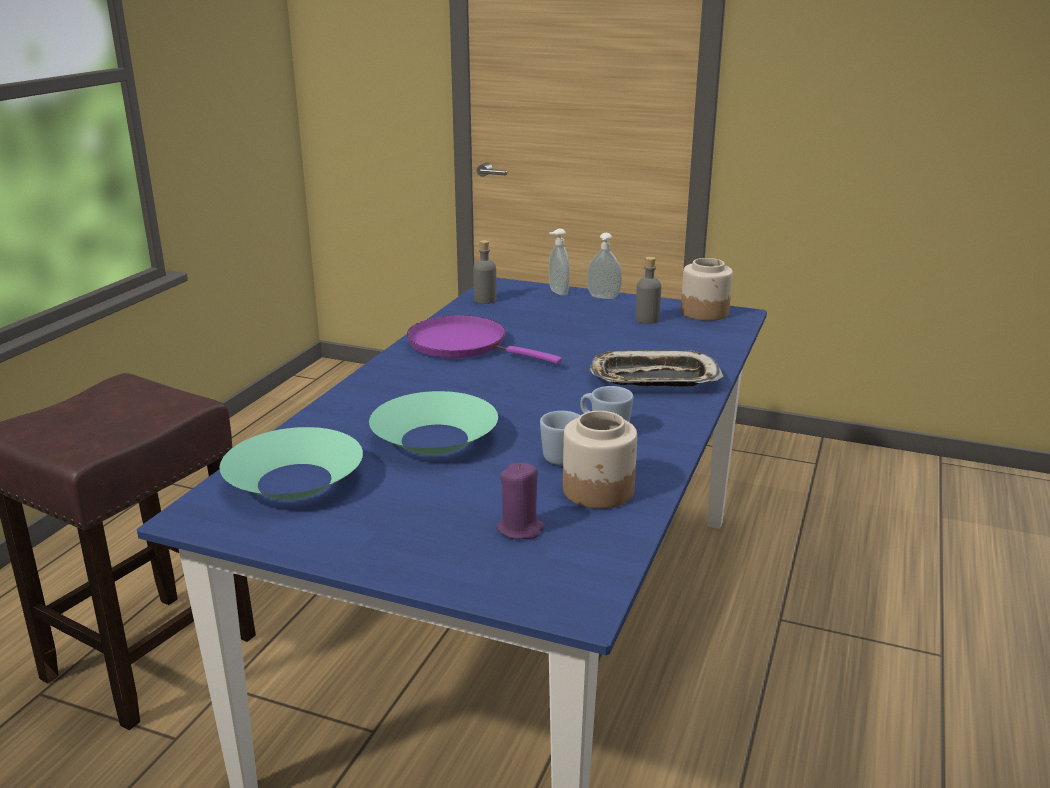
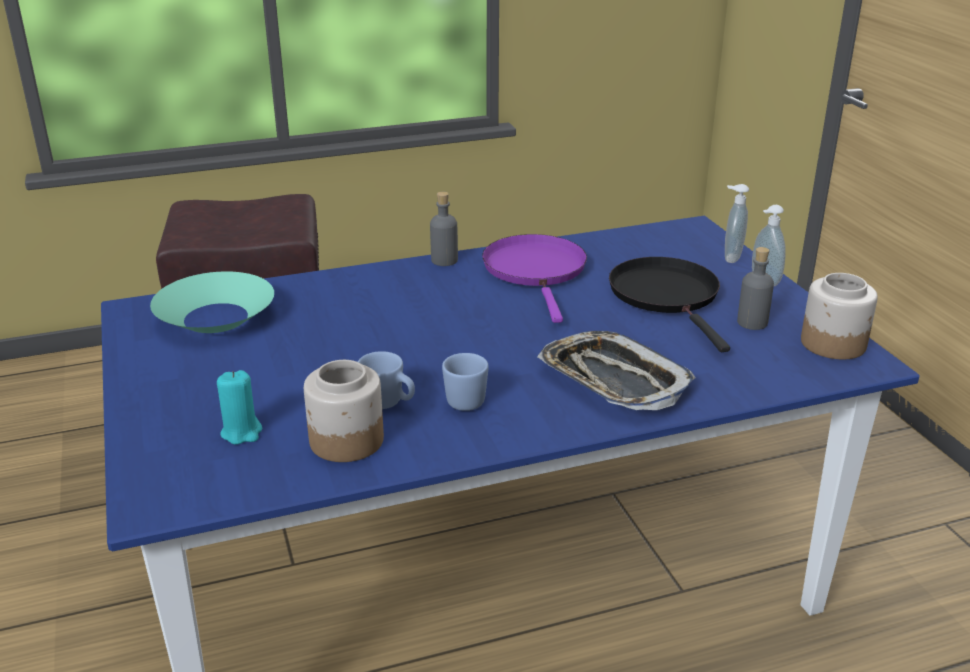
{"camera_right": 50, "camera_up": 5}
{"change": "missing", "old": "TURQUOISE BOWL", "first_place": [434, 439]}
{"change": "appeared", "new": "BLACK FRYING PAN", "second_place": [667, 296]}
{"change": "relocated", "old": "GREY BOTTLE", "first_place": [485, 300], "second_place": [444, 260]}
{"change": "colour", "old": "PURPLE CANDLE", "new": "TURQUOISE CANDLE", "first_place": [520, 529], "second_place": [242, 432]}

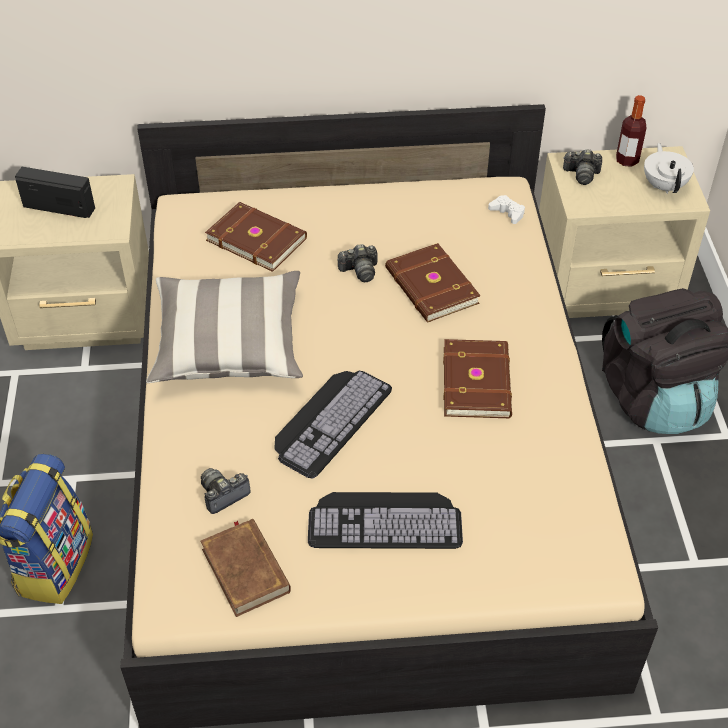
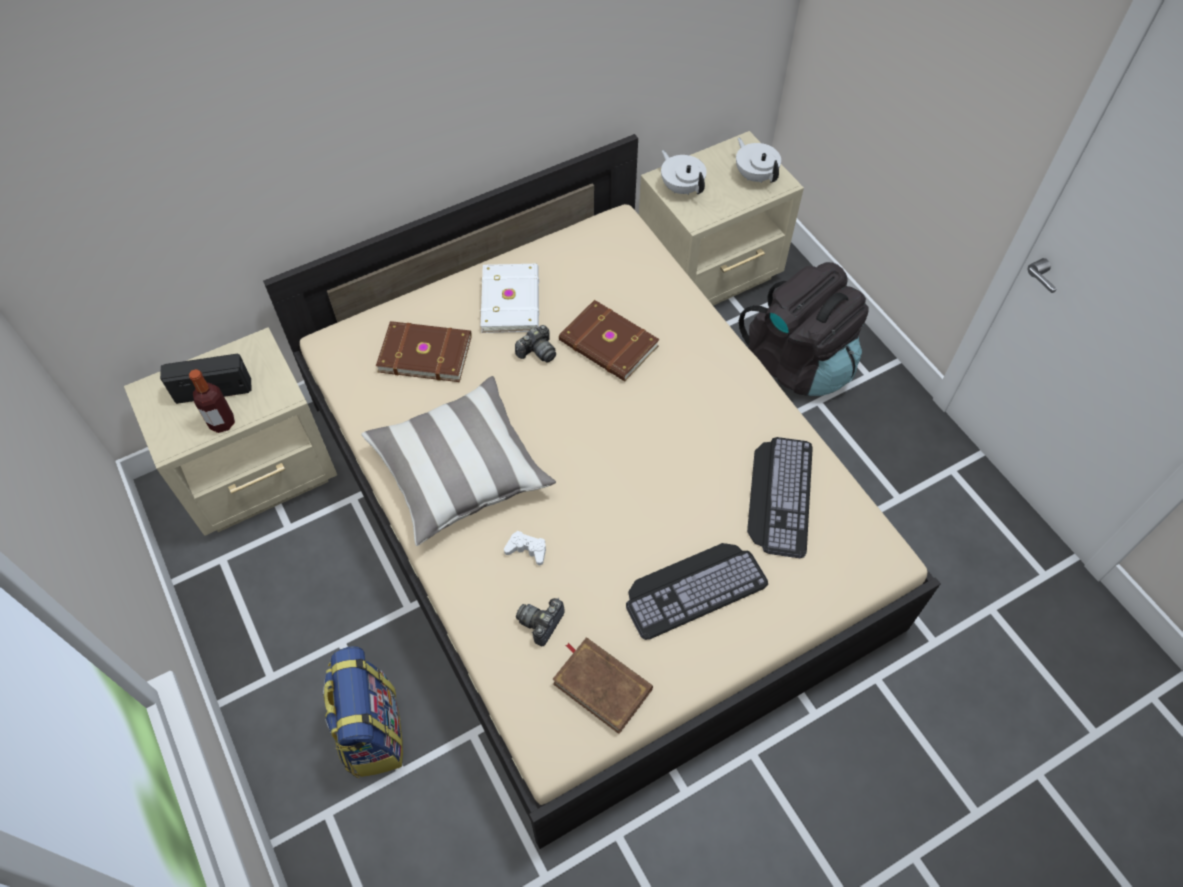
{"camera_right": -25, "camera_up": 10}
{"change": "missing", "old": "BROWN BOOK", "first_place": [478, 381]}
{"change": "appeared", "new": "WHITE BOOK", "second_place": [512, 300]}
{"change": "relocated", "old": "KEYBOARD", "first_place": [329, 418], "second_place": [778, 494]}
{"change": "relocated", "old": "WHITE GAME CONTROLLER", "first_place": [507, 213], "second_place": [527, 550]}
{"change": "relocated", "old": "BOTTLE", "first_place": [627, 160], "second_place": [222, 423]}
{"change": "exchanged", "old": "PHOTO CAMERA", "new": "WHITE TEAPOT", "first_place": [581, 174], "second_place": [681, 187]}

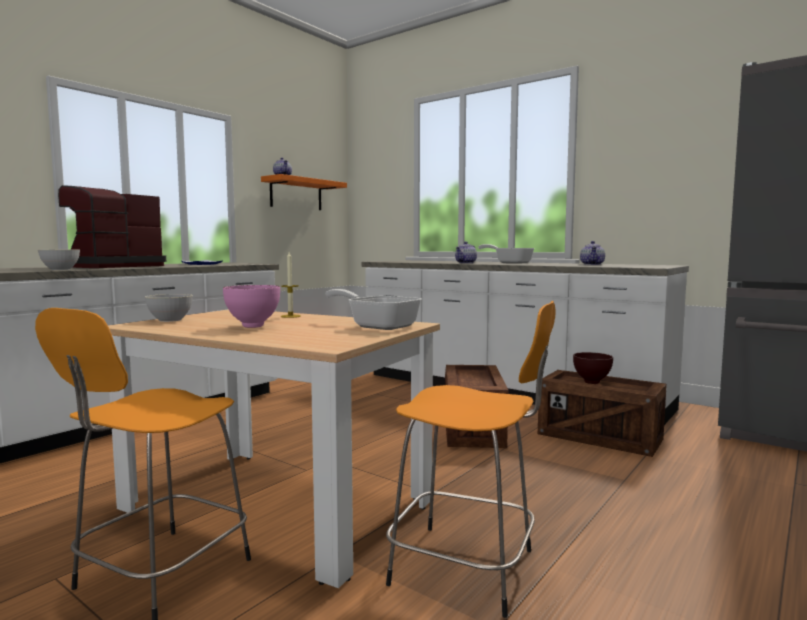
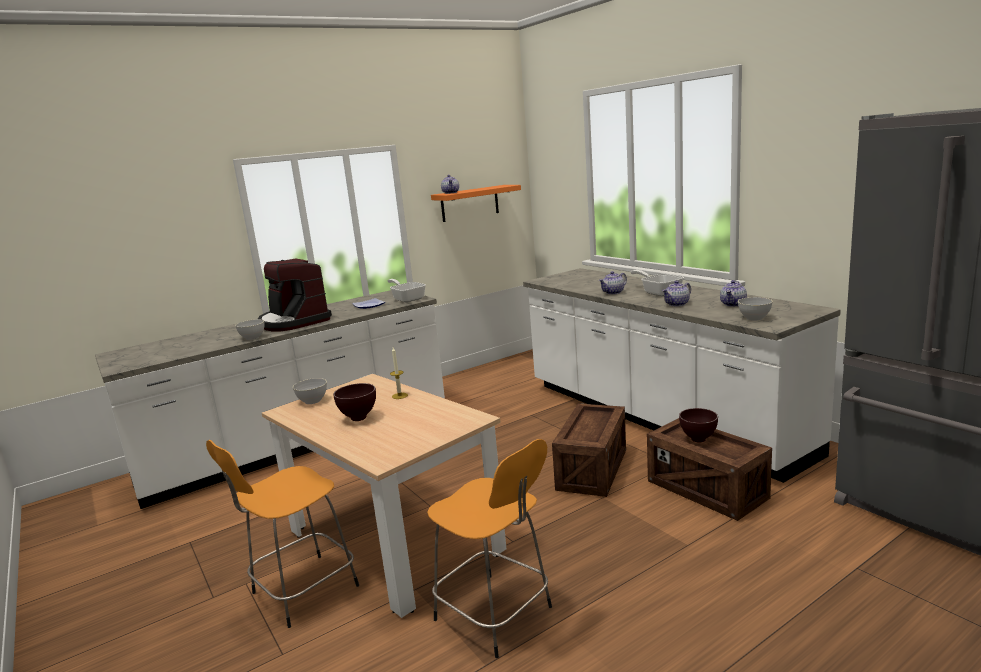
{"camera_right": 20, "camera_up": 10}
{"change": "appeared", "new": "TEAPOT", "second_place": [677, 304]}
{"change": "appeared", "new": "GREY BOWL", "second_place": [754, 318]}
{"change": "relocated", "old": "FRYING PAN", "first_place": [378, 326], "second_place": [407, 299]}
{"change": "colour", "old": "PINK BOWL", "new": "BROWN BOWL", "first_place": [252, 327], "second_place": [358, 419]}
{"change": "spun", "old": "COFFEE MACHINE", "first_place": [111, 266], "second_place": [294, 322], "degrees": -90}

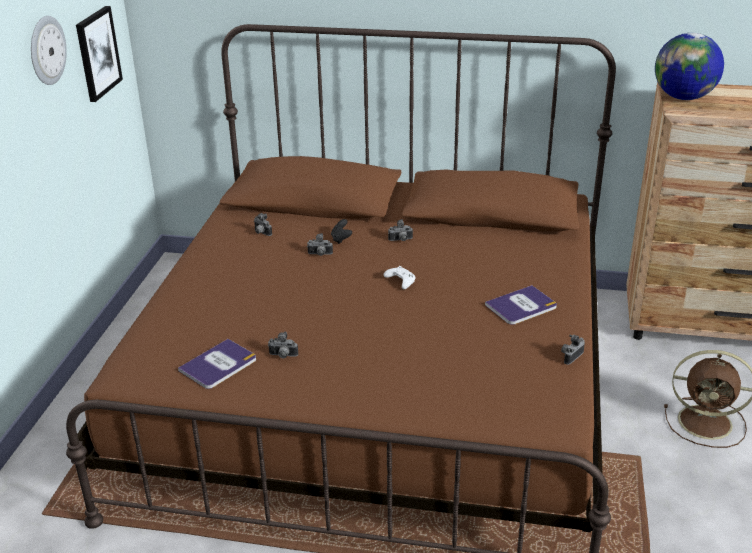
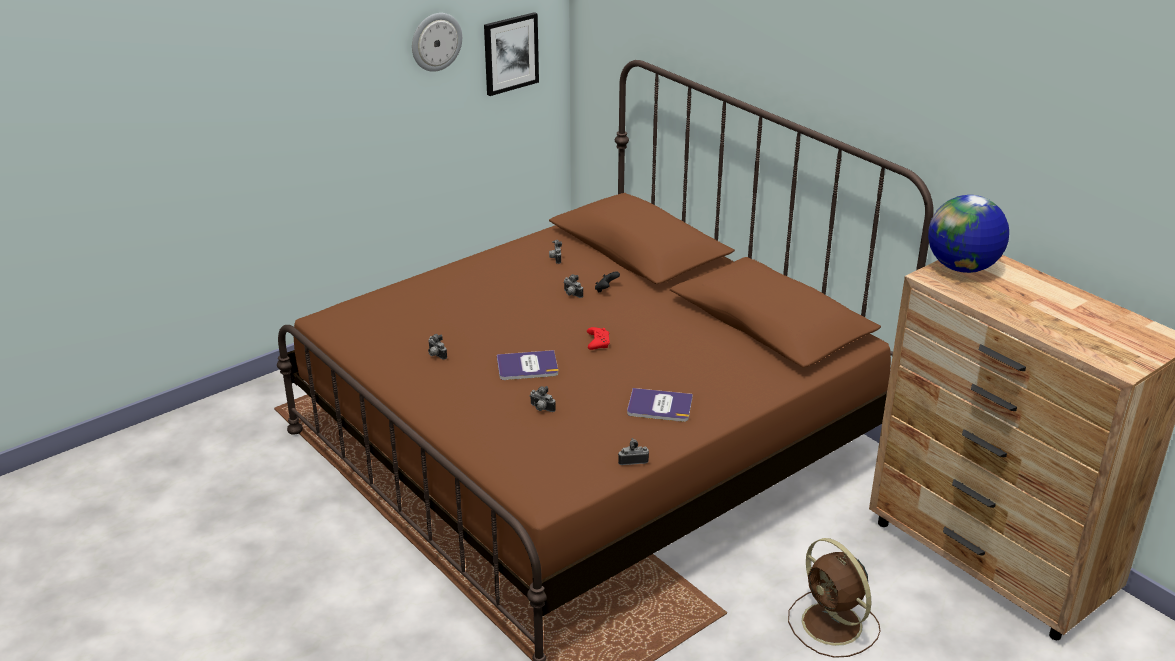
{"camera_right": 40, "camera_up": 0}
{"change": "relocated", "old": "BOOK", "first_place": [218, 365], "second_place": [527, 366]}
{"change": "relocated", "old": "PHOTO CAMERA", "first_place": [400, 240], "second_place": [541, 409]}
{"change": "colour", "old": "WHITE GAME CONTROLLER", "new": "RED GAME CONTROLLER", "first_place": [400, 282], "second_place": [597, 343]}

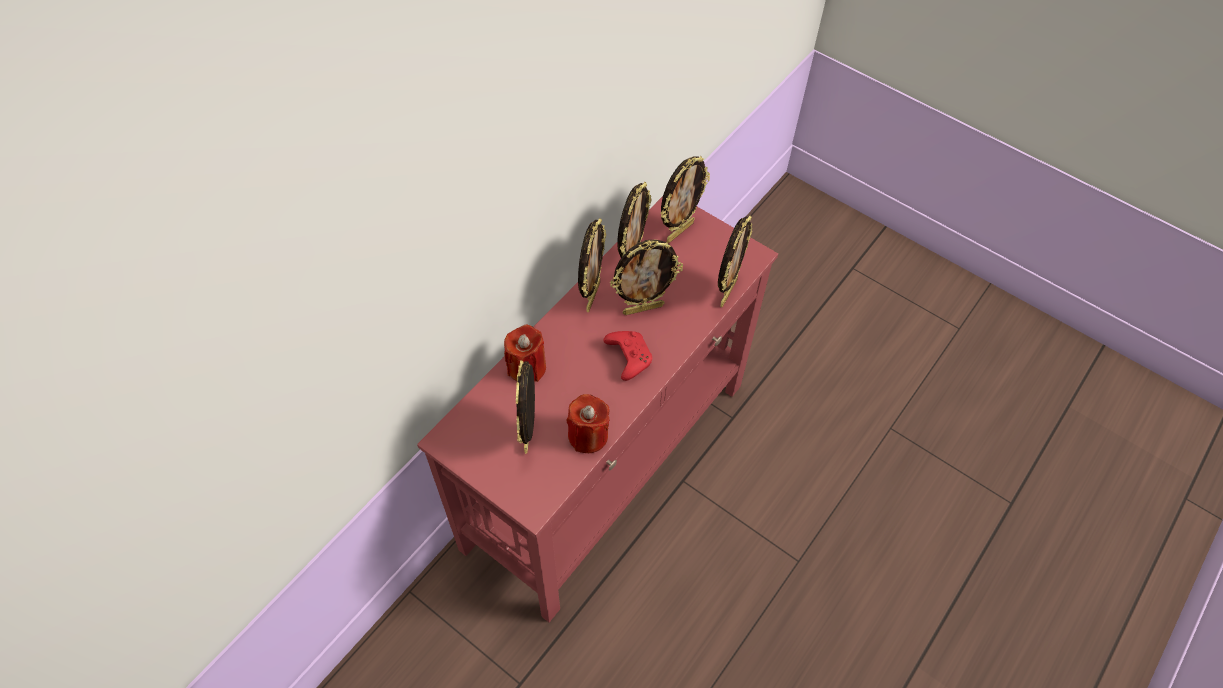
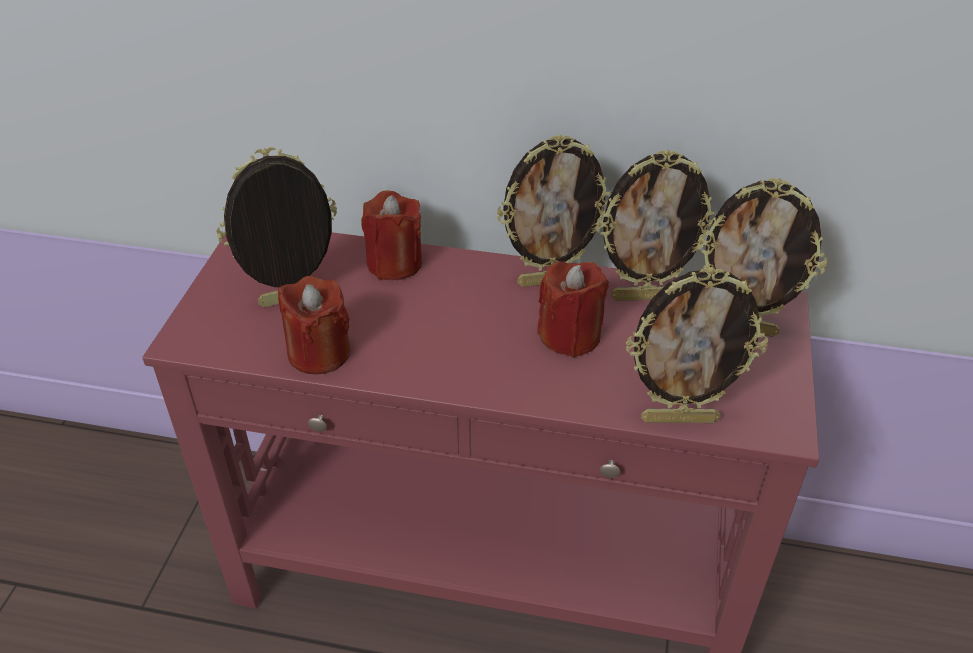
{"camera_right": 65, "camera_up": -15}
{"change": "missing", "old": "RED GAME CONTROLLER", "first_place": [628, 357]}
{"change": "exchanged", "old": "PICTURE FRAME", "new": "RED CANDLE", "first_place": [643, 308], "second_place": [570, 336]}

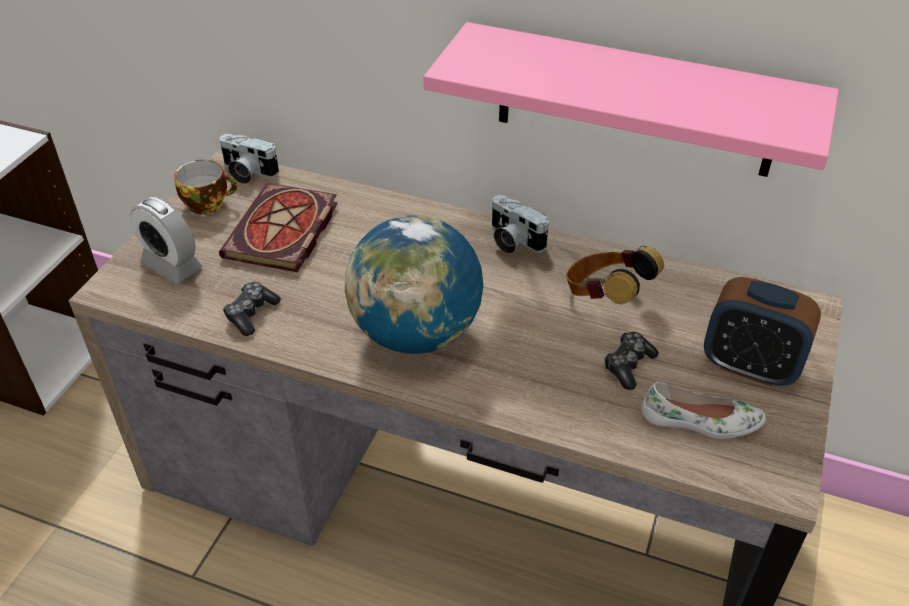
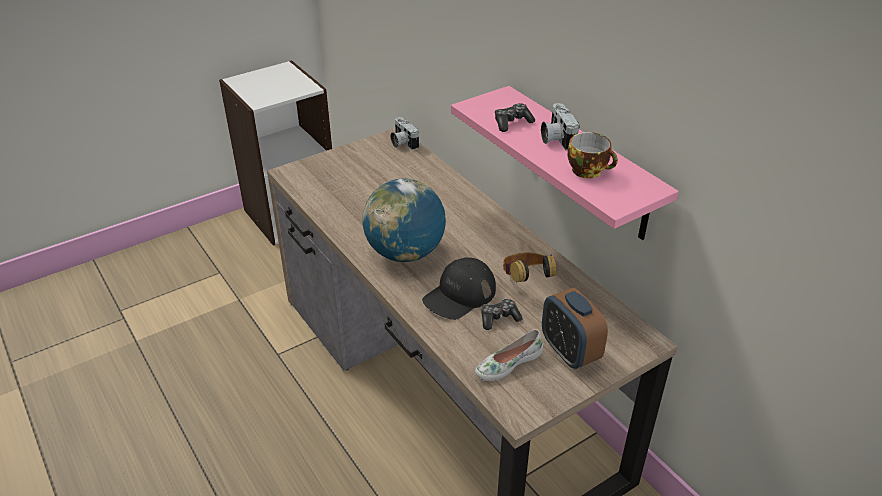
{"camera_right": 35, "camera_up": -5}
{"change": "missing", "old": "ALARM CLOCK", "first_place": [171, 266]}
{"change": "missing", "old": "BOOK", "first_place": [282, 233]}
{"change": "appeared", "new": "BLACK CAP", "second_place": [459, 295]}
{"change": "relocated", "old": "CUP", "first_place": [208, 203], "second_place": [589, 171]}
{"change": "relocated", "old": "GAME CONTROLLER", "first_place": [251, 314], "second_place": [512, 123]}
{"change": "relocated", "old": "PHOTO CAMERA", "first_place": [512, 240], "second_place": [556, 139]}
{"change": "spun", "old": "WHITE SHOE", "first_place": [701, 421], "second_place": [508, 363], "degrees": 105}

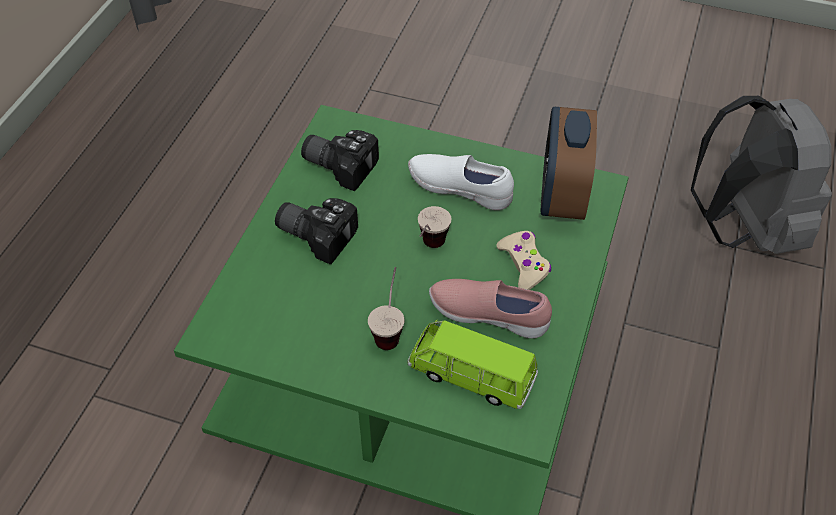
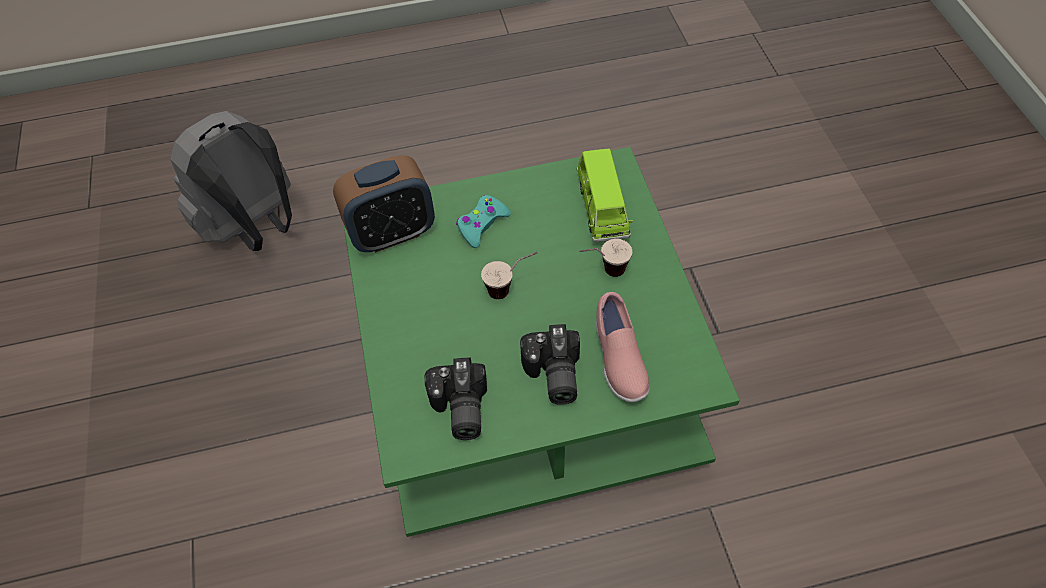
{"camera_right": -120, "camera_up": 5}
{"change": "missing", "old": "WHITE SHOE", "first_place": [460, 189]}
{"change": "relocated", "old": "PINK SHOE", "first_place": [488, 315], "second_place": [618, 359]}
{"change": "colour", "old": "BEIGE GAME CONTROLLER", "new": "TURQUOISE GAME CONTROLLER", "first_place": [524, 265], "second_place": [482, 225]}

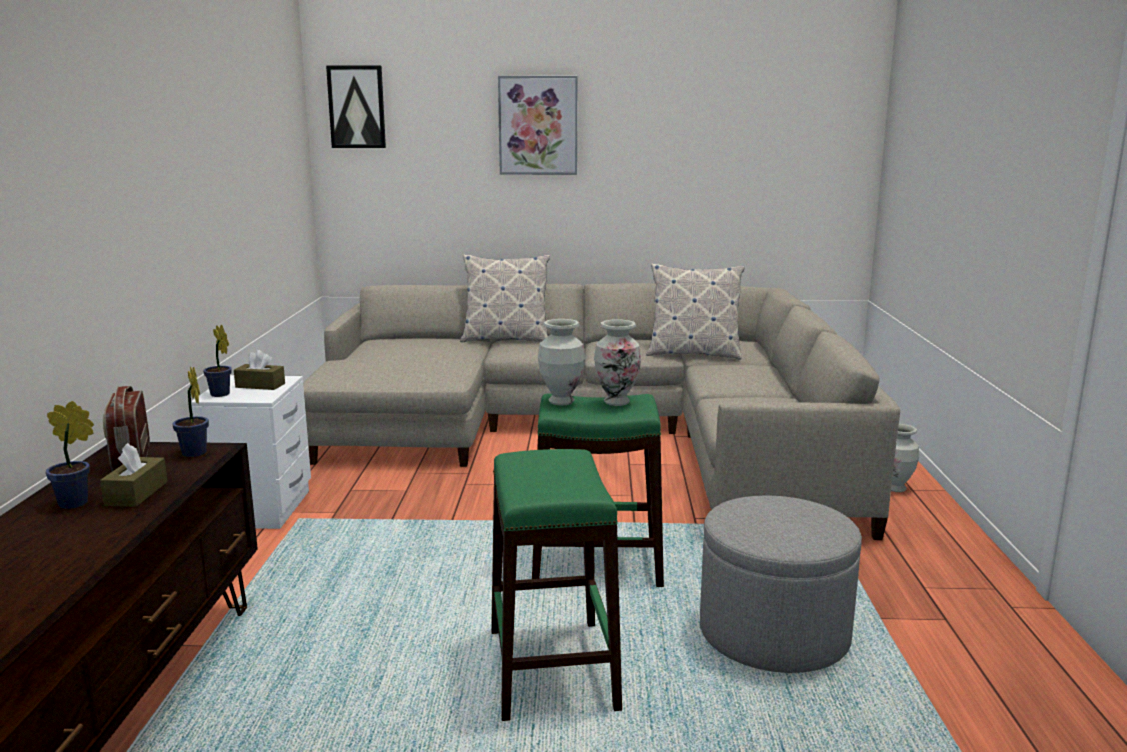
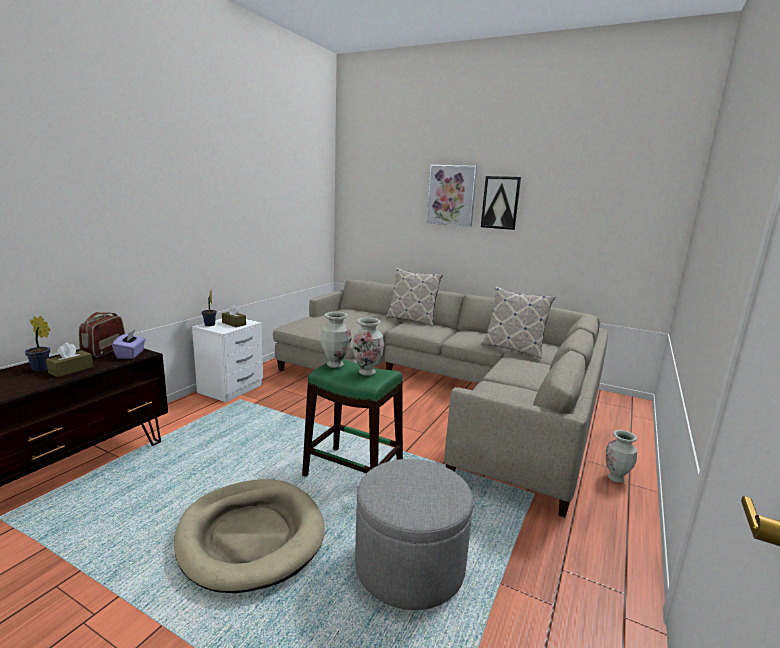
{"camera_right": 25, "camera_up": 0}
{"change": "relocated", "old": "PICTURE", "first_place": [357, 107], "second_place": [500, 202]}
{"change": "exchanged", "old": "POTTED PLANT", "new": "PURPLE TISSUE BOX", "first_place": [195, 454], "second_place": [131, 354]}
{"change": "exchanged", "old": "GREEN STOOL", "new": "BEIGE DOG BED", "first_place": [550, 668], "second_place": [251, 536]}

